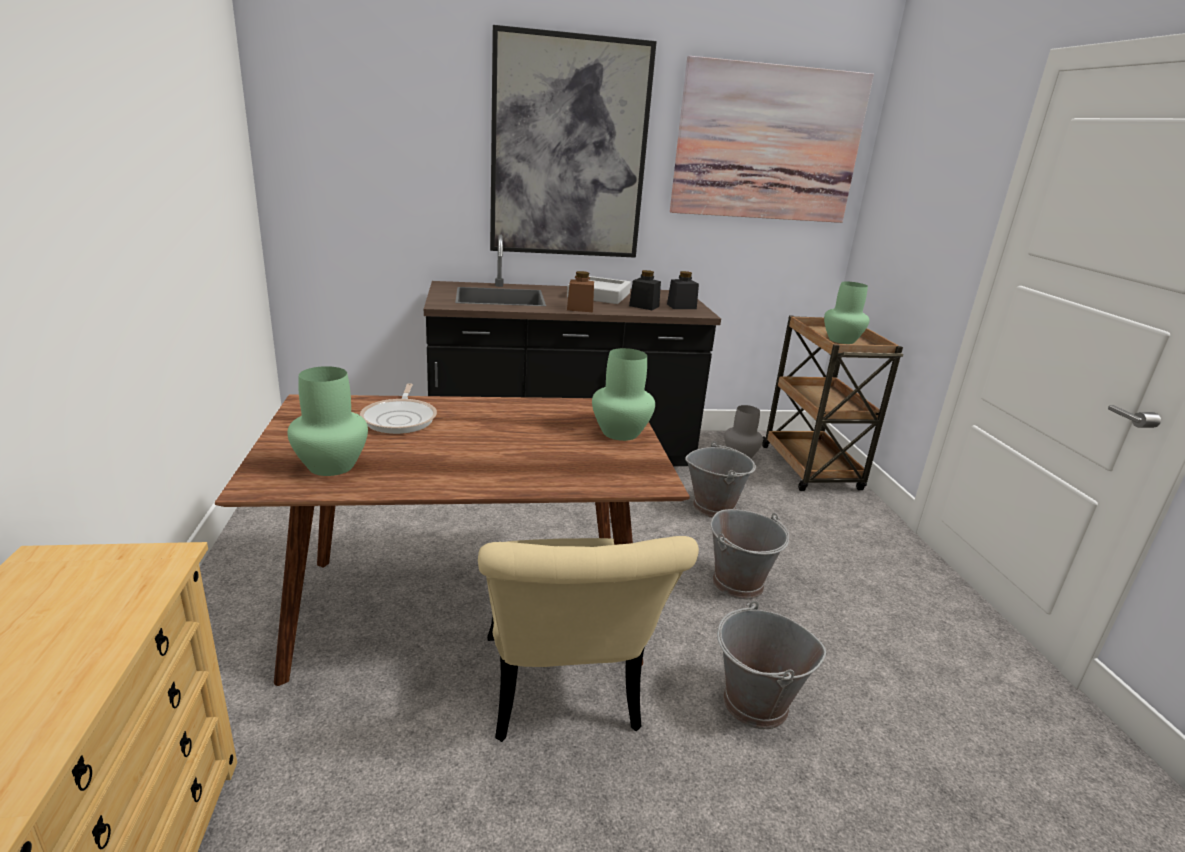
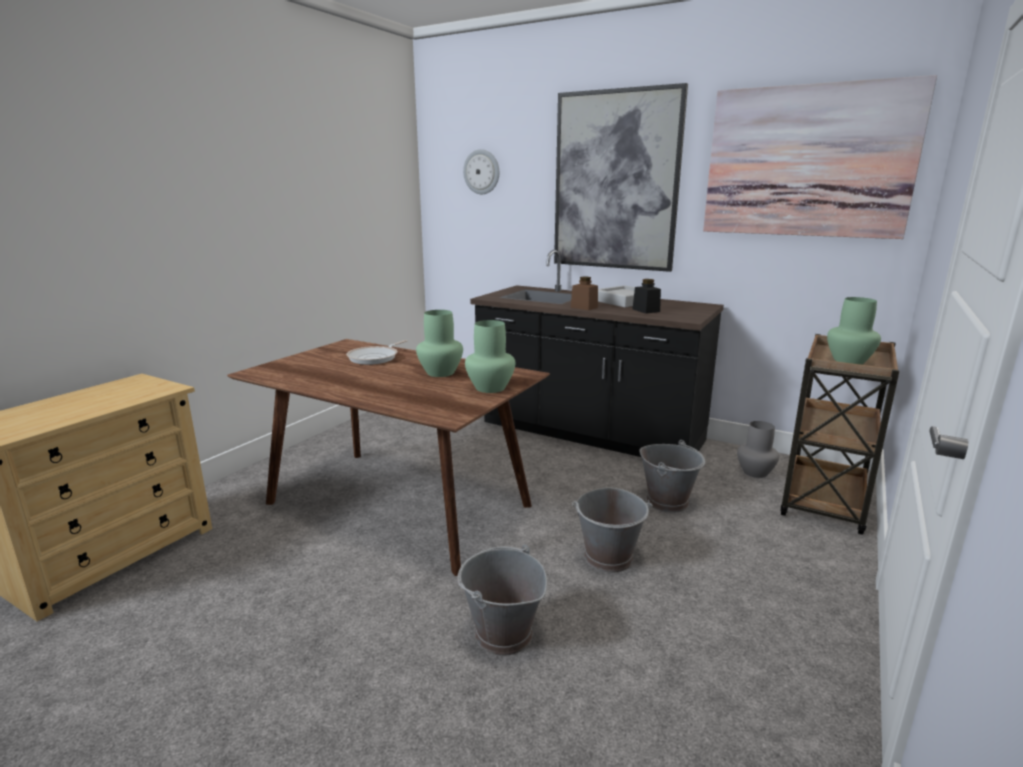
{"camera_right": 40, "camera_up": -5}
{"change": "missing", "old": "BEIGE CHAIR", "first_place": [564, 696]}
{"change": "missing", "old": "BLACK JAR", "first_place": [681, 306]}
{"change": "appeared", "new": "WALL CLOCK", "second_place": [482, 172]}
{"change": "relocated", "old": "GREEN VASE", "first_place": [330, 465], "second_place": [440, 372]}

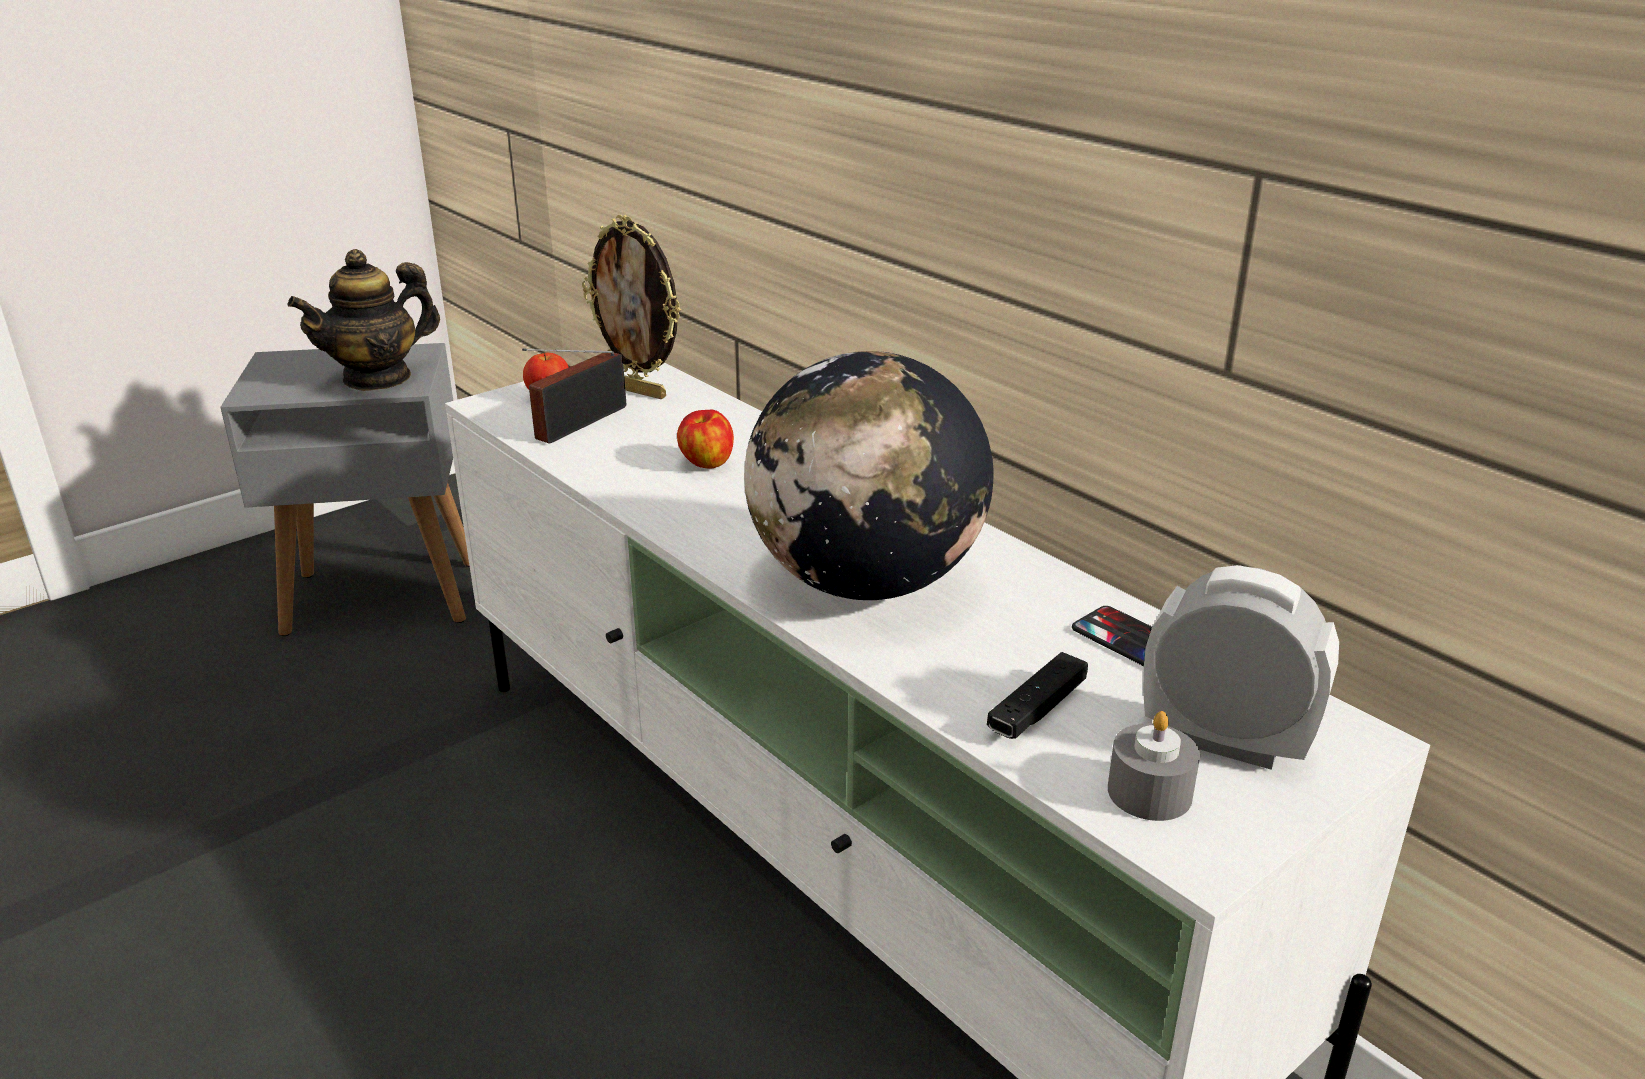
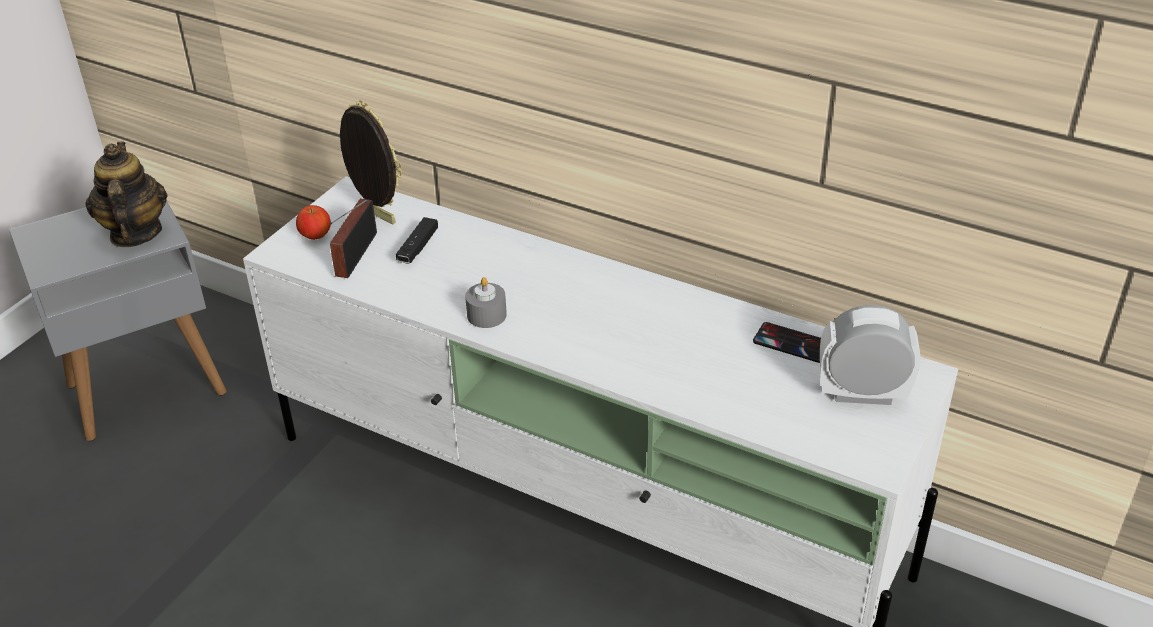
{"camera_right": -20, "camera_up": 10}
{"change": "missing", "old": "APPLE", "first_place": [706, 463]}
{"change": "missing", "old": "GLOBE", "first_place": [865, 582]}
{"change": "relocated", "old": "BLACK GAME CONTROLLER", "first_place": [1037, 710], "second_place": [418, 247]}
{"change": "relocated", "old": "GREY CANDLE", "first_place": [1149, 792], "second_place": [486, 315]}
{"change": "spun", "old": "TEAPOT", "first_place": [378, 378], "second_place": [135, 233], "degrees": 135}
{"change": "spun", "old": "PICTURE FRAME", "first_place": [640, 391], "second_place": [376, 216], "degrees": -150}

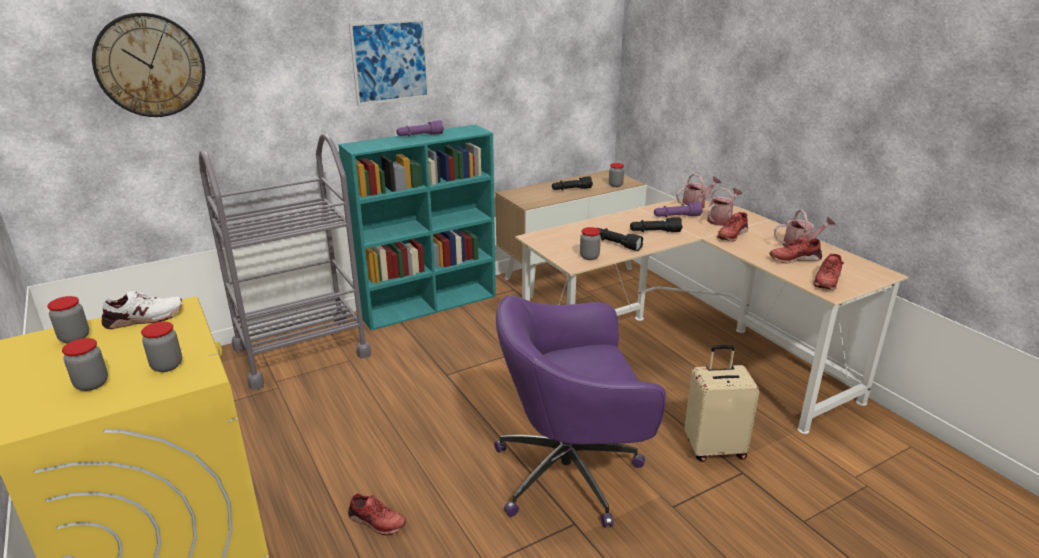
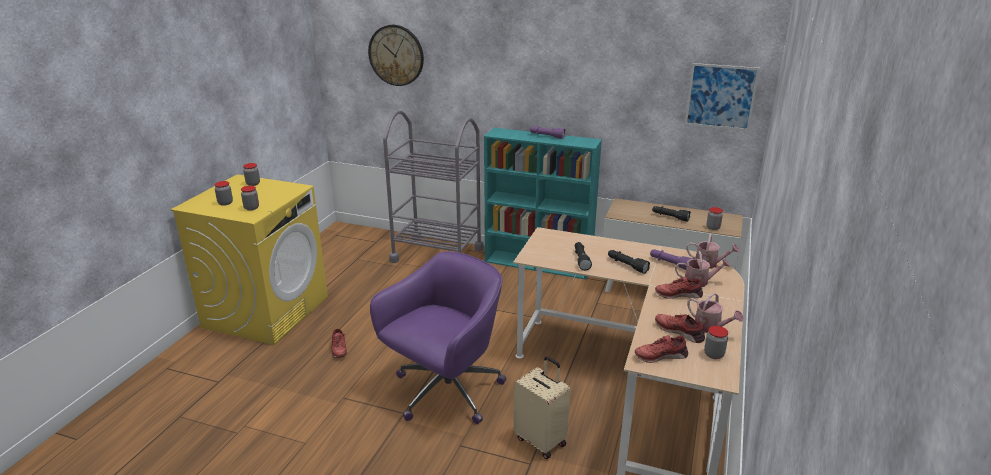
{"camera_right": 50, "camera_up": 0}
{"change": "missing", "old": "WHITE SHOE", "first_place": [144, 318]}
{"change": "relocated", "old": "PICTURE", "first_place": [390, 61], "second_place": [720, 97]}
{"change": "relocated", "old": "JAR", "first_place": [589, 257], "second_place": [714, 354]}
{"change": "spun", "old": "PURPLE OFFICE CHAIR", "first_place": [571, 473], "second_place": [445, 392], "degrees": 90}

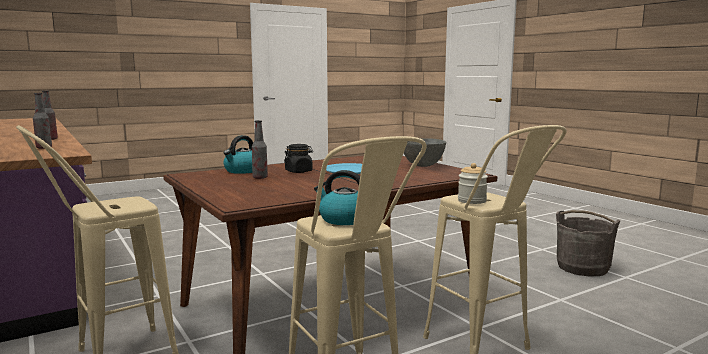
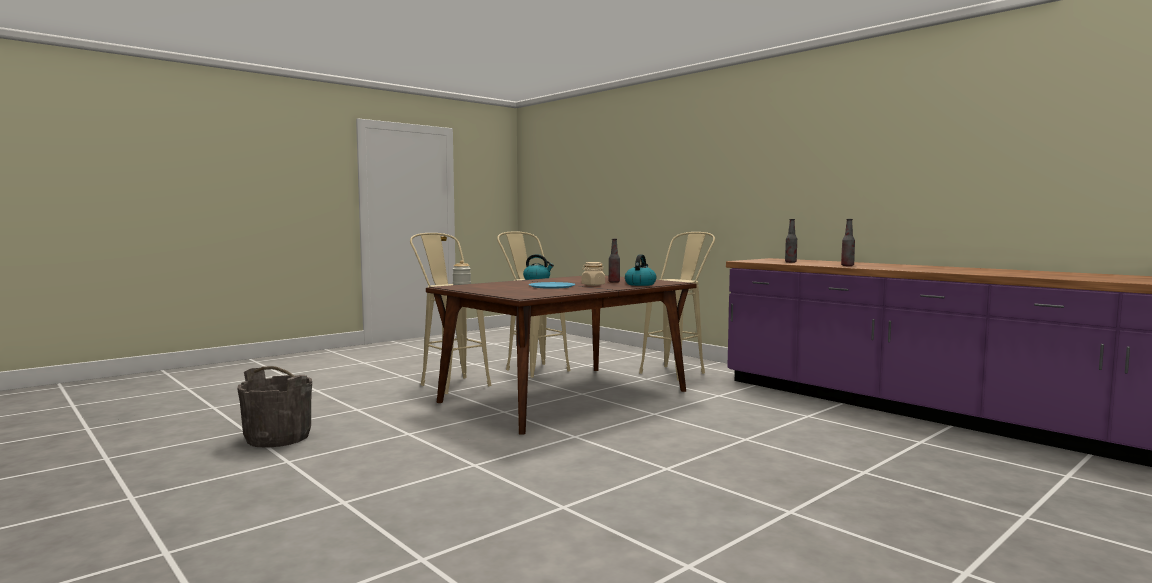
{"camera_right": 170, "camera_up": -5}
{"change": "missing", "old": "GREY BOWL", "first_place": [423, 165]}
{"change": "colour", "old": "BLACK JAR", "new": "BEIGE JAR", "first_place": [299, 171], "second_place": [593, 285]}

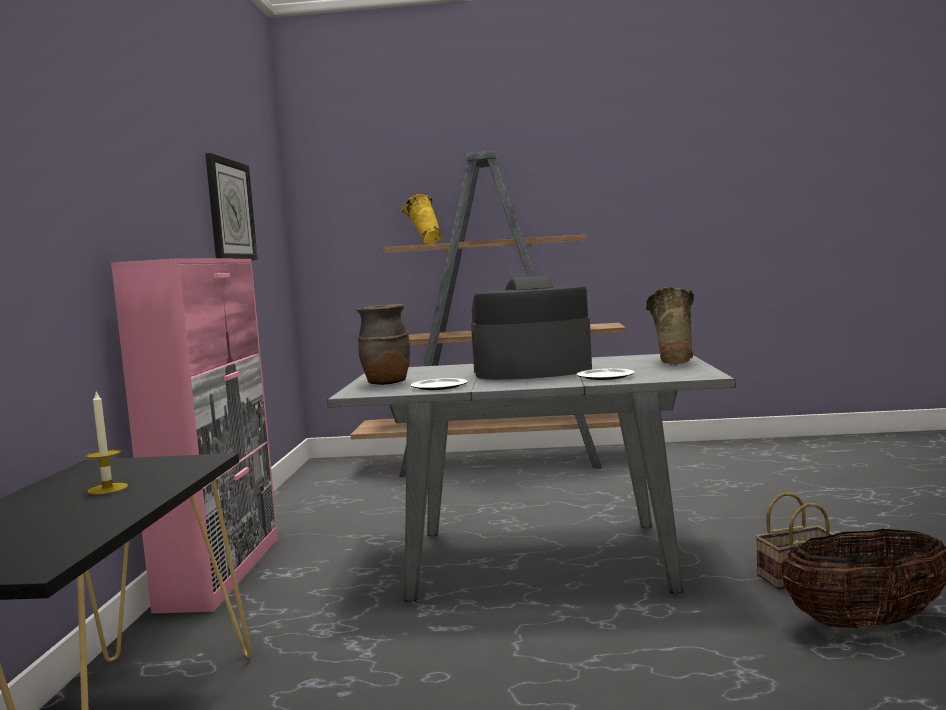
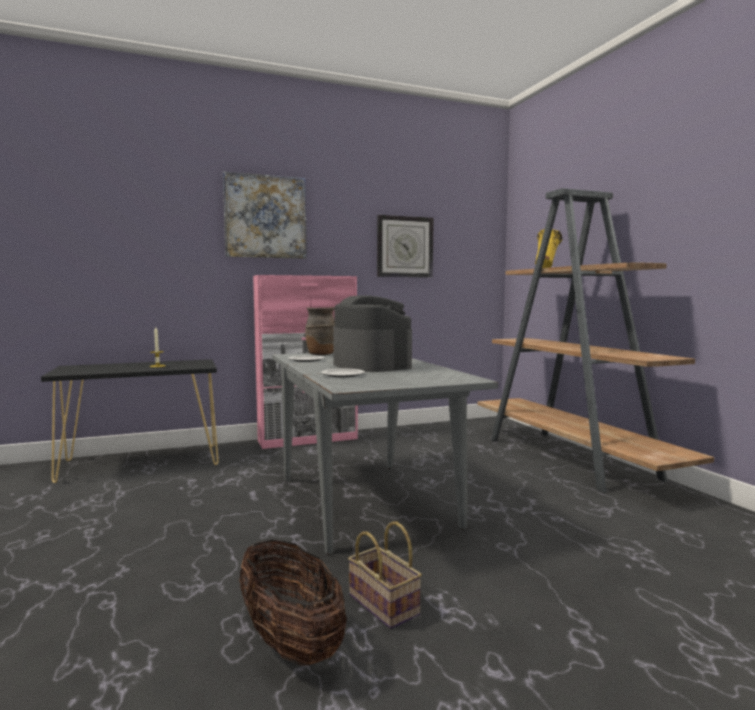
{"camera_right": 65, "camera_up": 0}
{"change": "missing", "old": "BEIGE VASE", "first_place": [673, 363]}
{"change": "appeared", "new": "PICTURE", "second_place": [265, 217]}

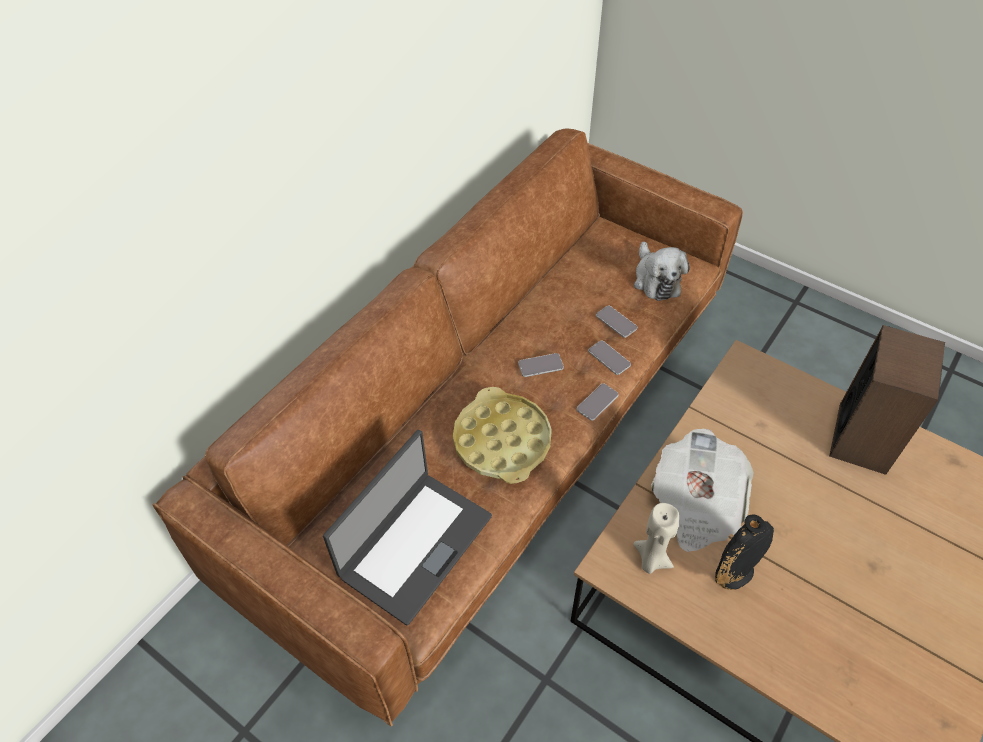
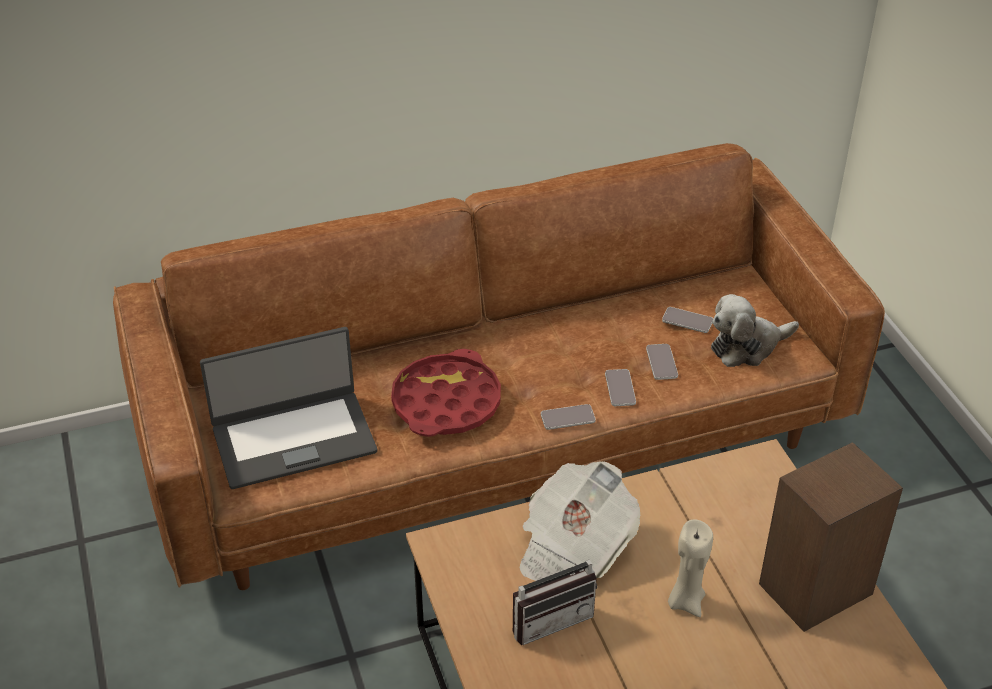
{"camera_right": 35, "camera_up": -10}
{"change": "relocated", "old": "PHONE", "first_place": [540, 366], "second_place": [687, 321]}
{"change": "relocated", "old": "BEIGE CANDLE", "first_place": [651, 559], "second_place": [685, 601]}
{"change": "exchanged", "old": "BLACK VASE", "new": "RADIO", "first_place": [734, 573], "second_place": [549, 617]}
{"change": "colour", "old": "YELLOW TRAY", "new": "RED TRAY", "first_place": [502, 441], "second_place": [446, 402]}
{"change": "spun", "old": "PLUSH TOY", "first_place": [656, 279], "second_place": [747, 346], "degrees": 45}

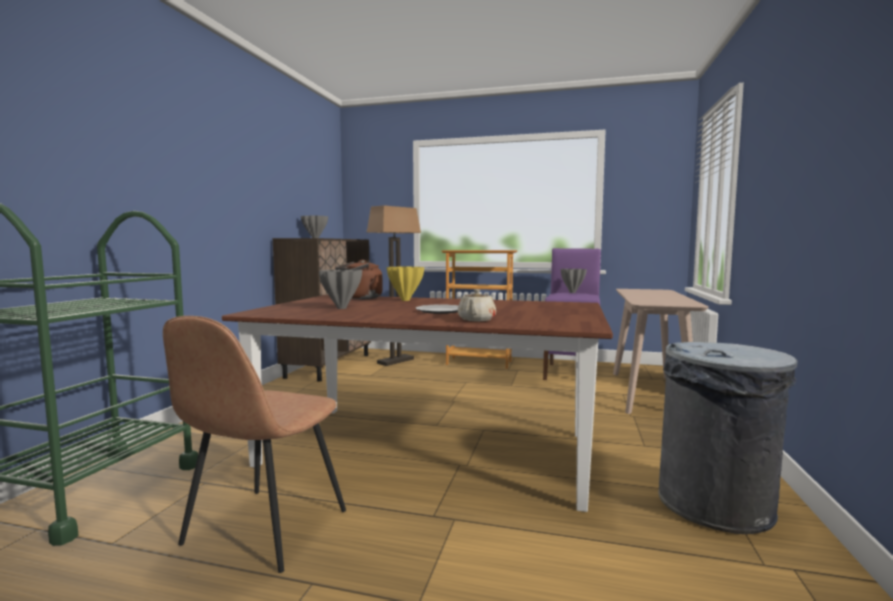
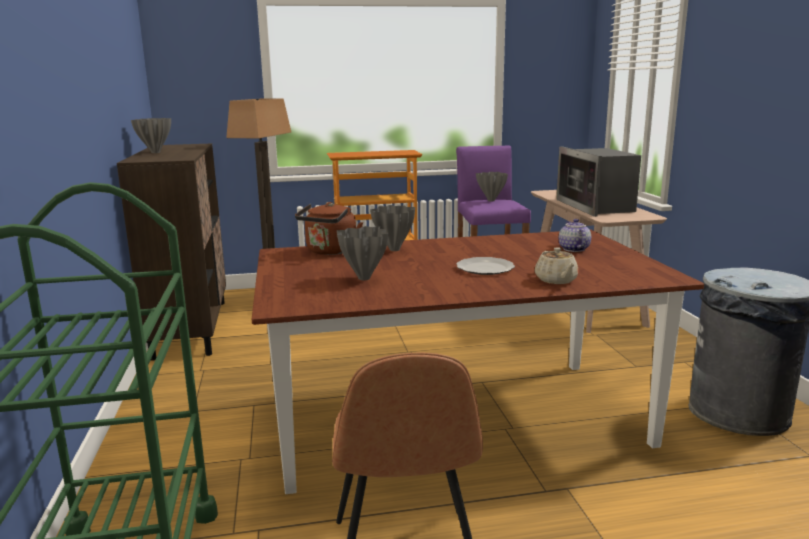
{"camera_right": -25, "camera_up": 10}
{"change": "appeared", "new": "MICROWAVE", "second_place": [596, 206]}
{"change": "appeared", "new": "TEAPOT", "second_place": [573, 249]}
{"change": "colour", "old": "YELLOW VASE", "new": "GREY VASE", "first_place": [405, 300], "second_place": [394, 249]}

